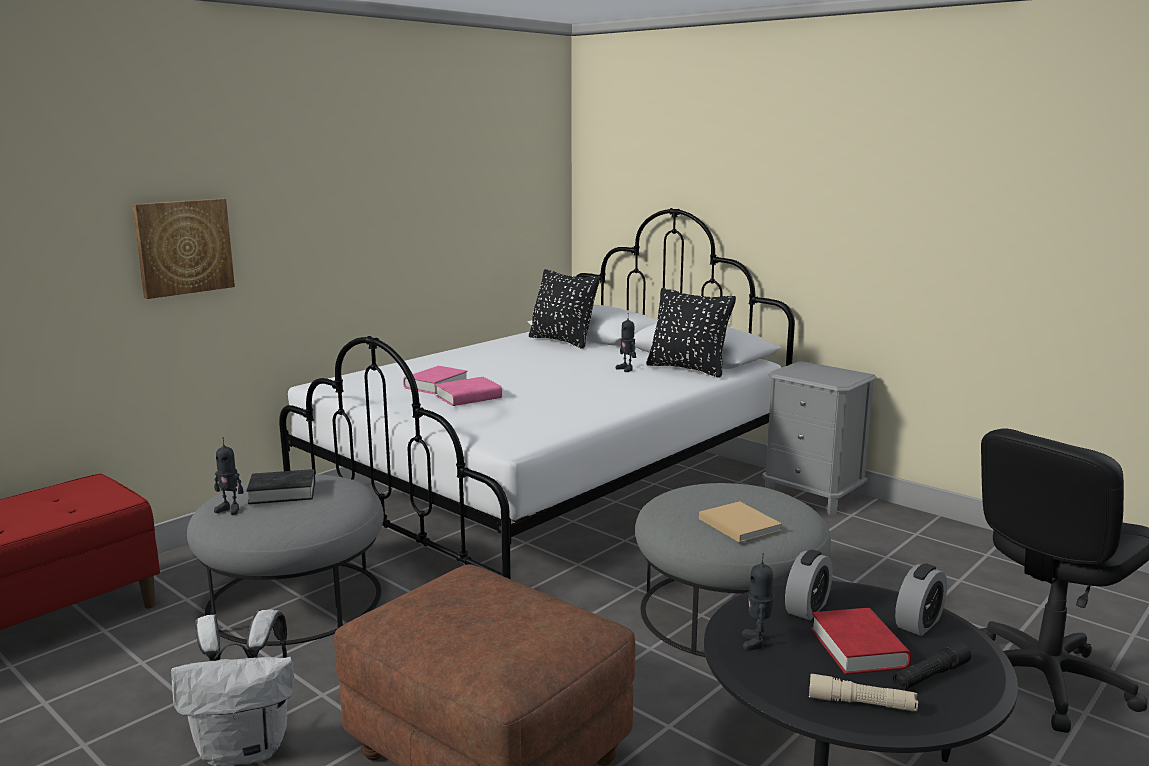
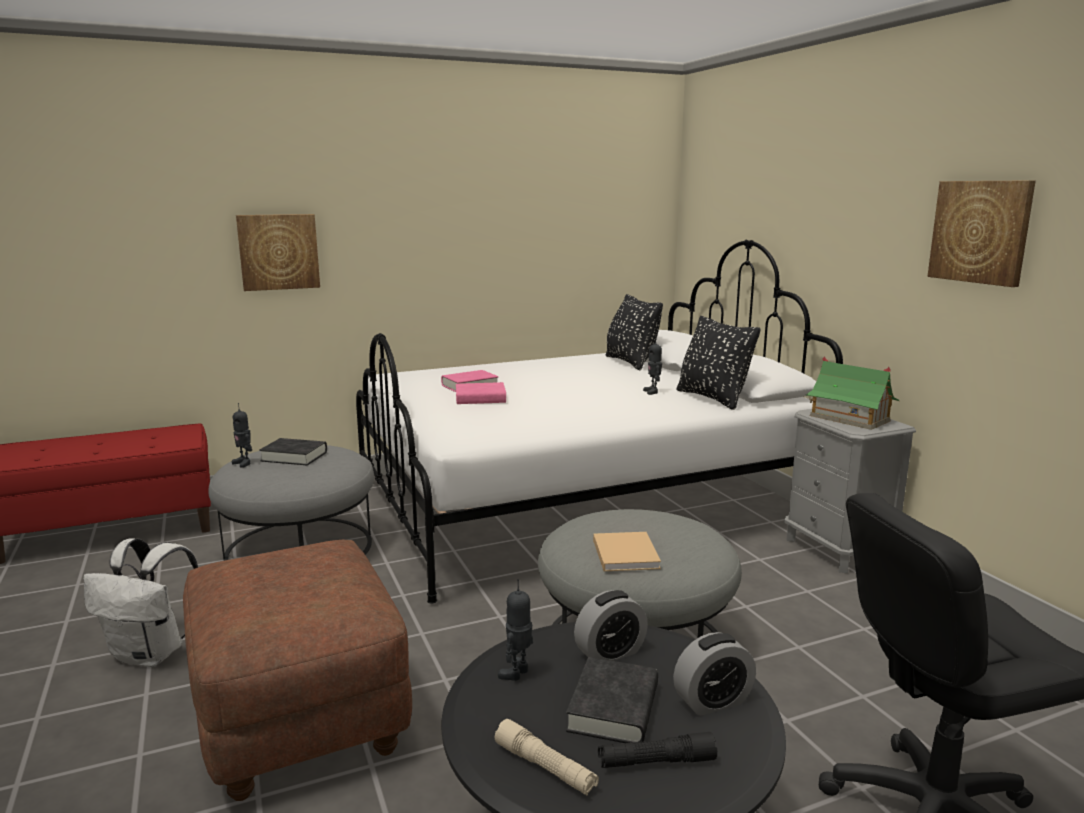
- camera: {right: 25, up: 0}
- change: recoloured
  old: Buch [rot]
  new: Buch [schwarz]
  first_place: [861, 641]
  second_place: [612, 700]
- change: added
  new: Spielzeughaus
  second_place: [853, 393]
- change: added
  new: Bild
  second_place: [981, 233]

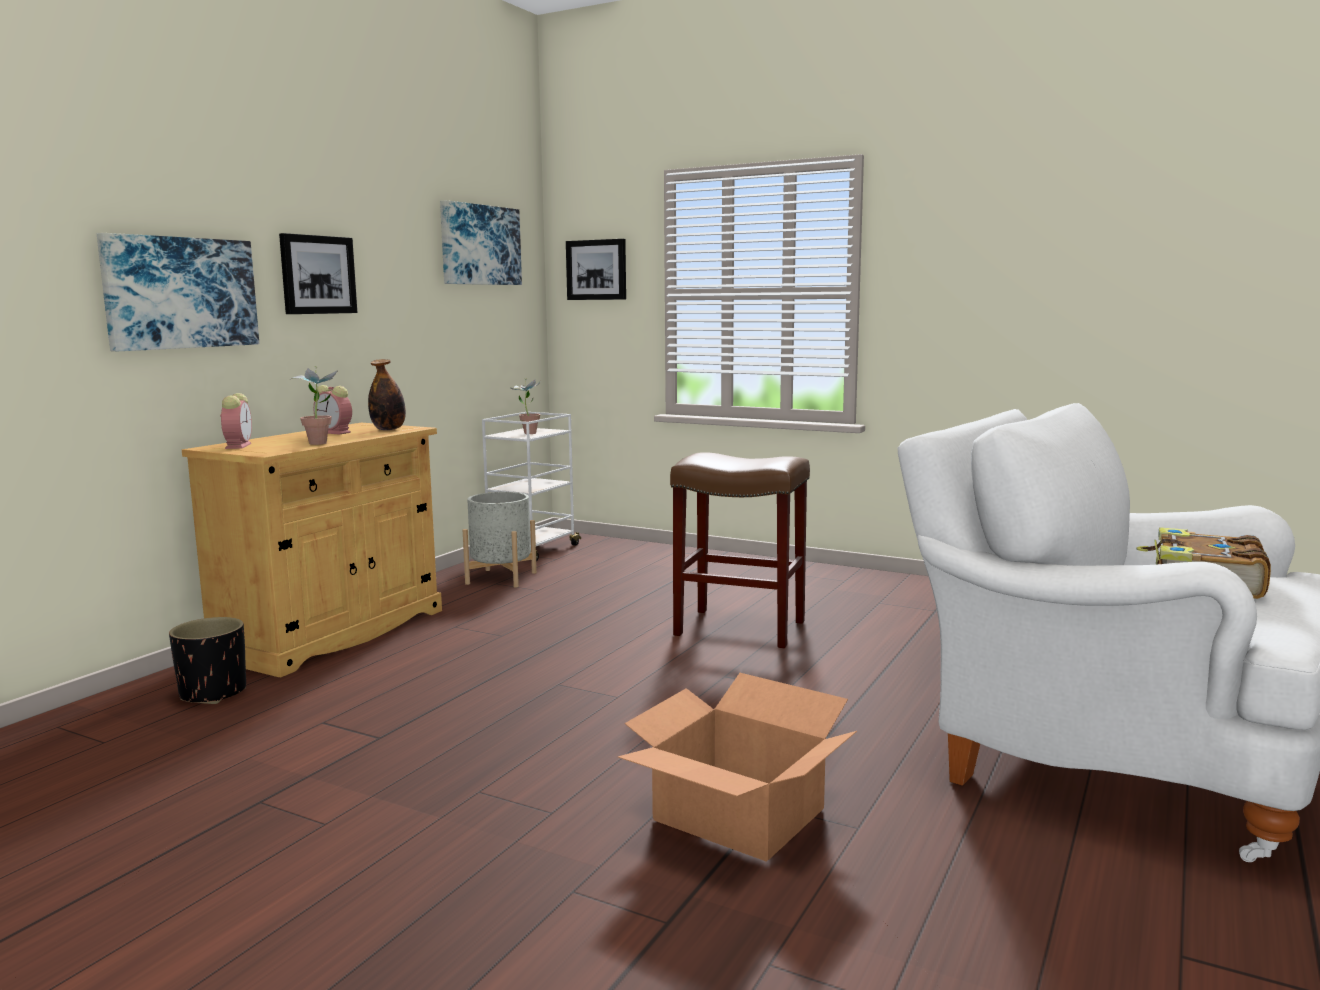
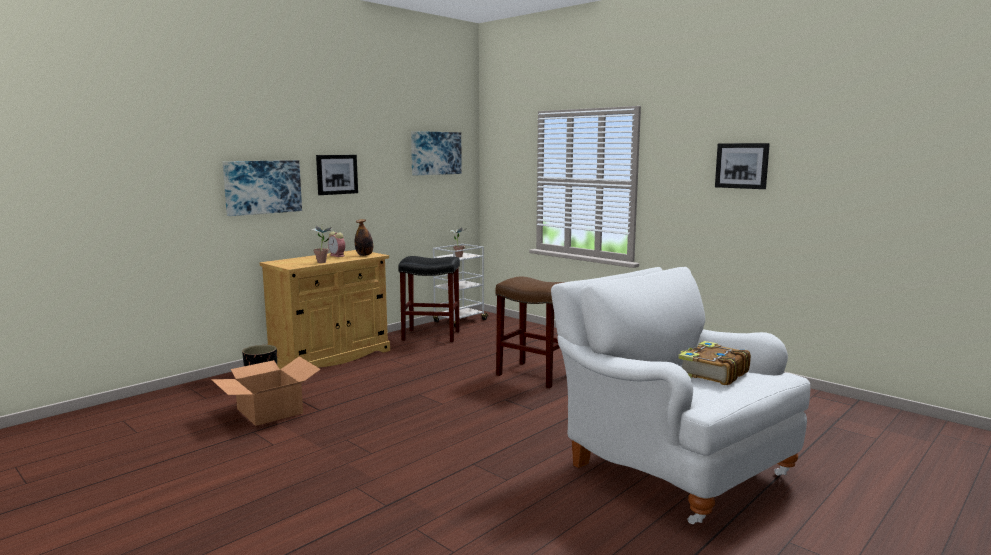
- camera: {right: 15, up: 0}
- change: removed
  old: Wecker
  first_place: [236, 421]
- change: replaced
  old: Pflanzkübel [grau]
  new: Hocker [schwarz]
  first_place: [500, 540]
  second_place: [429, 299]
- change: moved
  old: Bild
  first_place: [596, 269]
  second_place: [742, 166]
- change: moved
  old: Karton
  first_place: [737, 767]
  second_place: [266, 391]

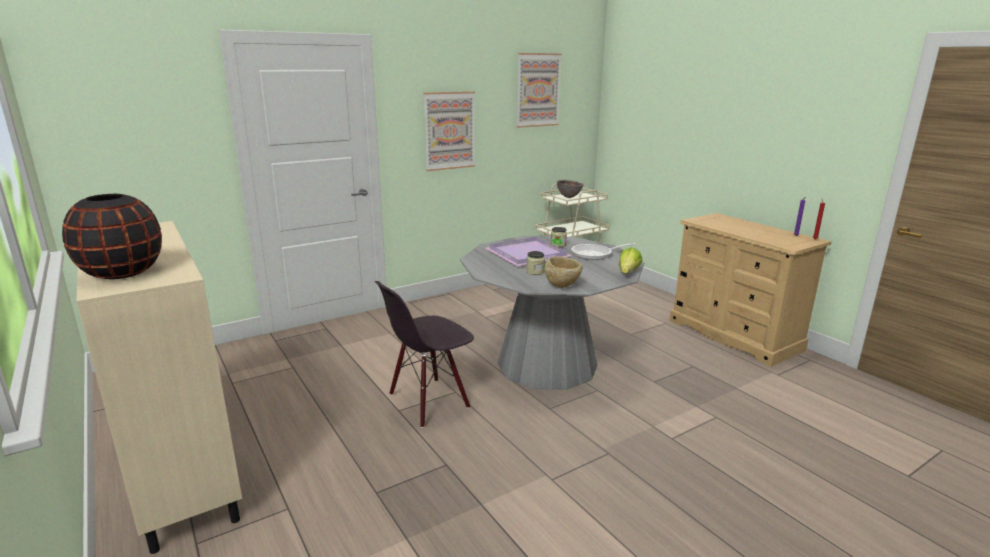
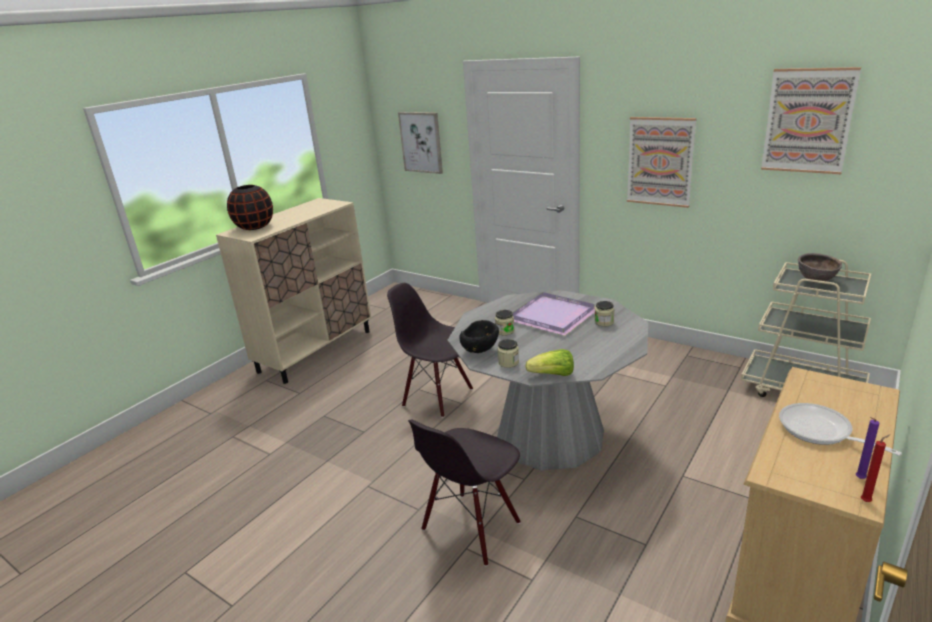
- camera: {right: 70, up: 5}
- change: recoloured
  old: Schüssel [beige]
  new: Schüssel [schwarz]
  first_place: [563, 272]
  second_place: [479, 336]
- change: moved
  old: Pfanne
  first_place: [603, 251]
  second_place: [840, 429]
- change: added
  new: Bild
  second_place: [420, 143]
- change: added
  new: Stuhl [schwarz]
  second_place: [464, 492]
- change: added
  new: Vorratsglas
  second_place: [508, 353]

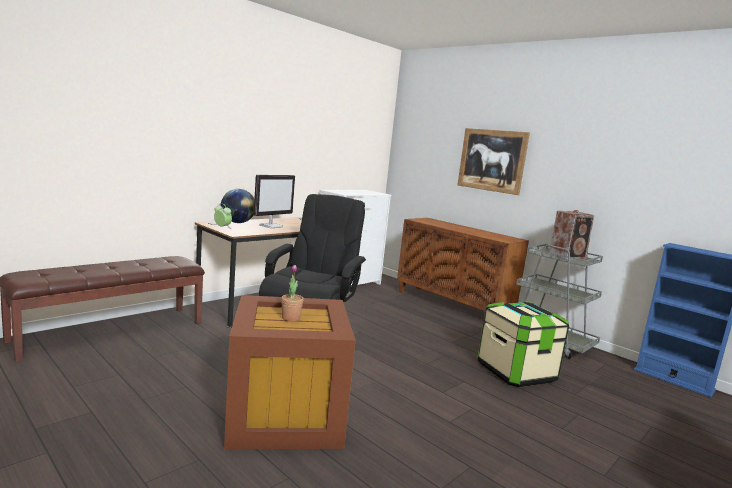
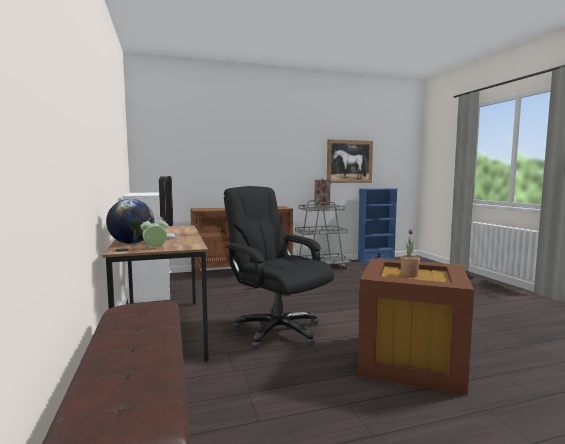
- camera: {right: -60, up: -5}
- change: moved
  old: Bild
  first_place: [493, 161]
  second_place: [350, 161]
- change: removed
  old: Aufbewahrungsbox
  first_place: [523, 344]

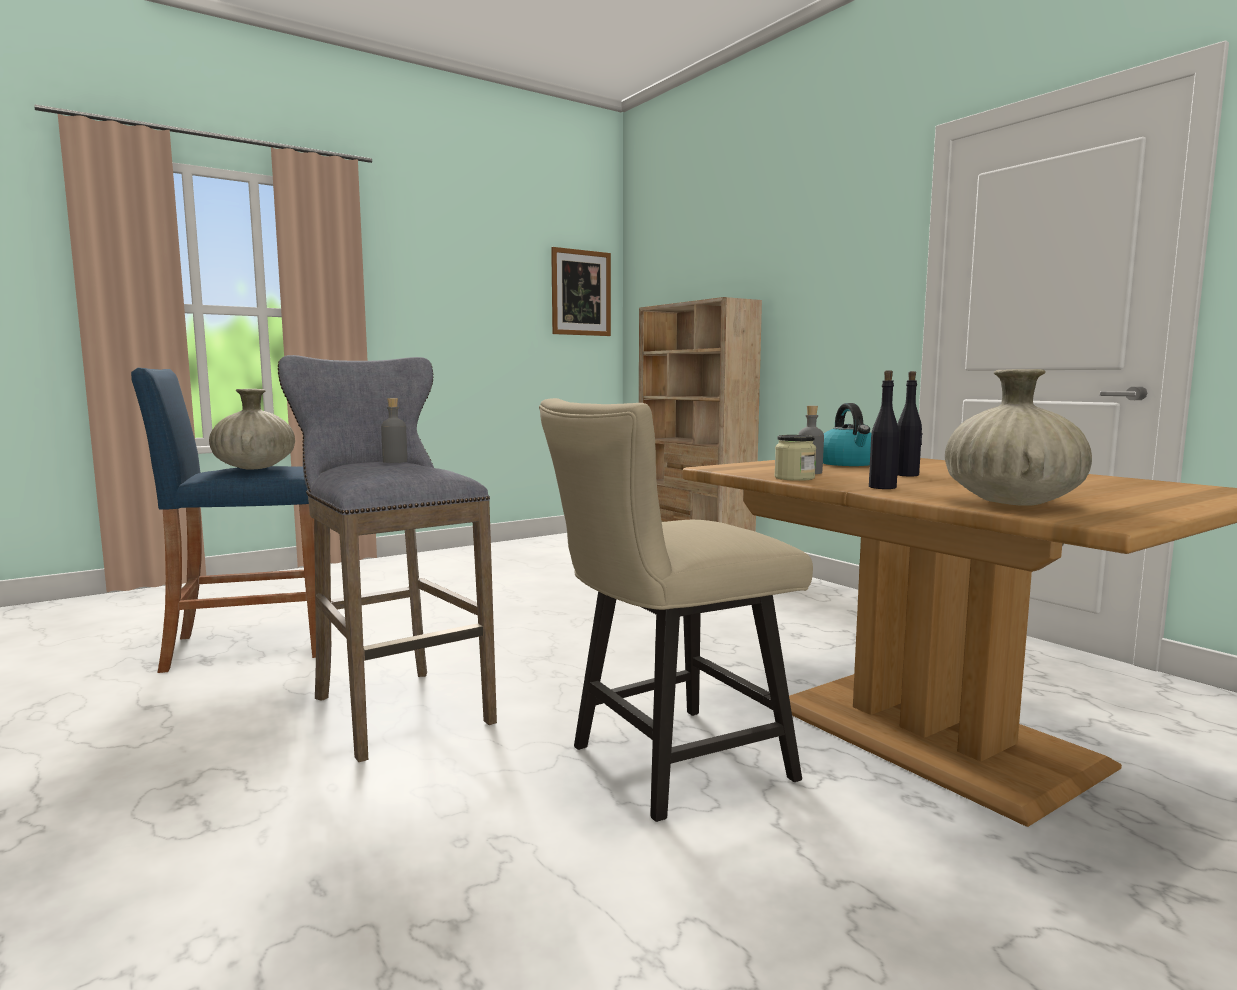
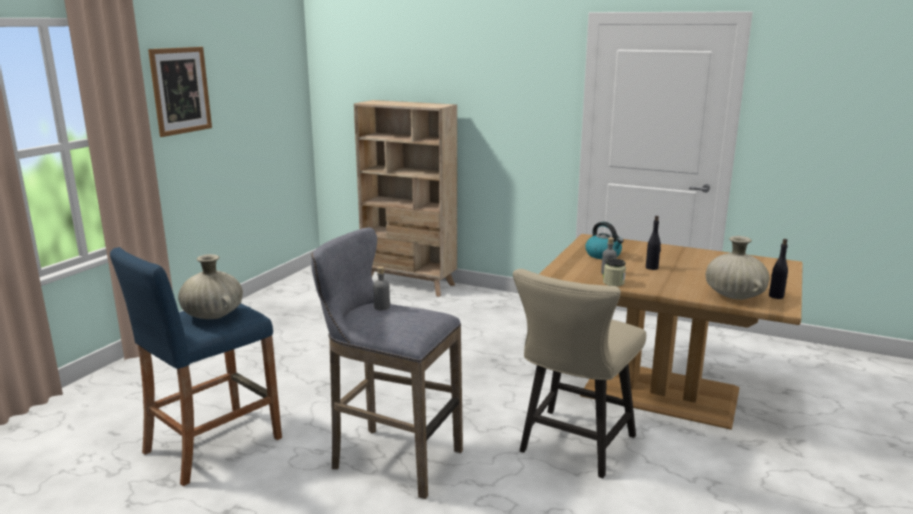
- camera: {right: -30, up: 10}
- change: moved
  old: Bild
  first_place: [581, 291]
  second_place: [180, 92]
- change: moved
  old: Flasche [schwarz]
  first_place: [884, 429]
  second_place: [778, 269]

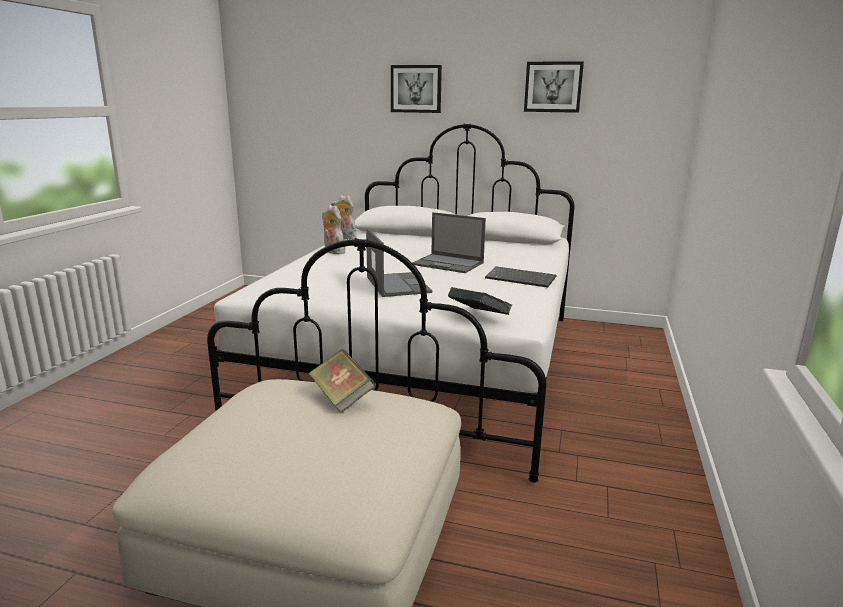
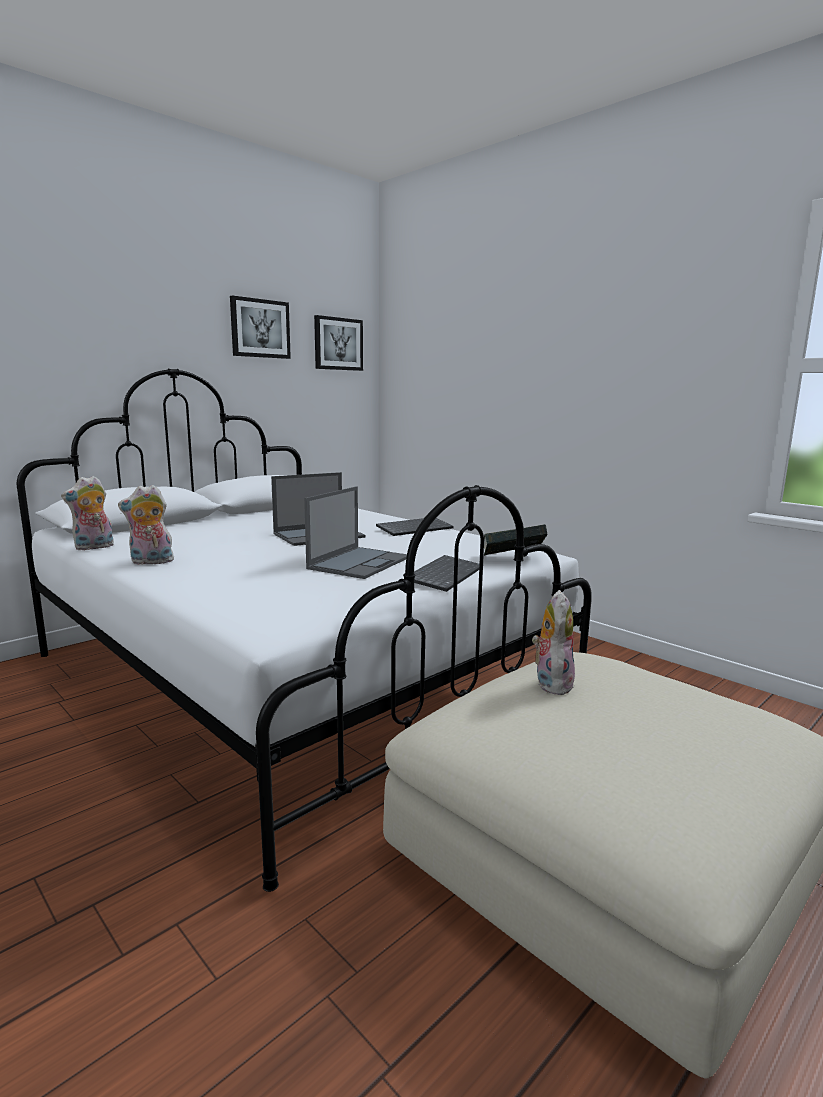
- camera: {right: -60, up: -5}
- change: replaced
  old: Buch
  new: Plüschtier
  first_place: [342, 381]
  second_place: [553, 642]
- change: turned
  old: Laptop
  first_place: [399, 262]
  second_place: [355, 532]
  degrees: 105
- change: moved
  old: Bild
  first_place: [416, 89]
  second_place: [338, 343]
- change: added
  new: Tastatur
  second_place: [446, 573]

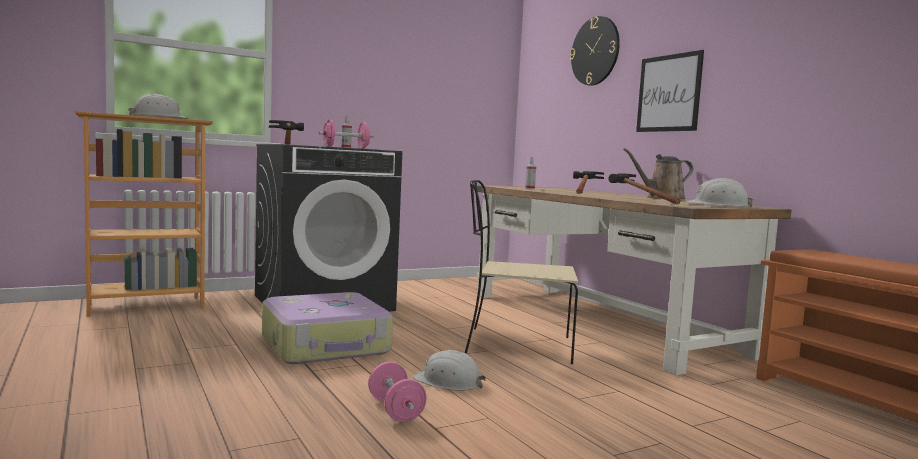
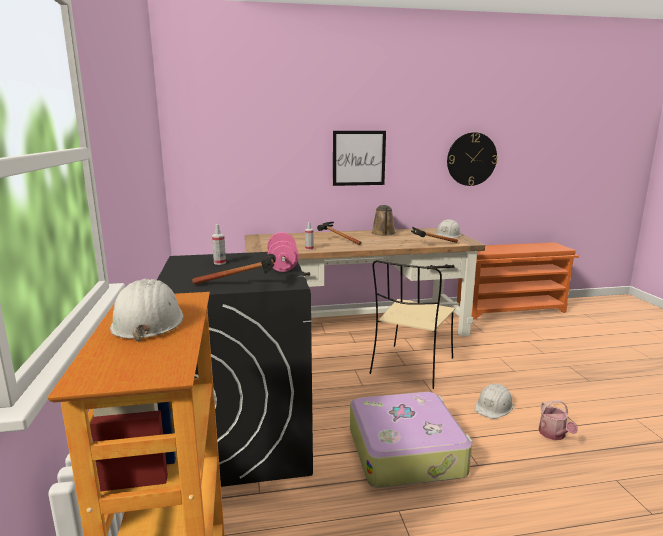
- camera: {right: -70, up: 10}
- change: replaced
  old: Hantel [rosa]
  new: Gießkanne
  first_place: [397, 392]
  second_place: [558, 420]
- change: moved
  old: Wanduhr
  first_place: [595, 51]
  second_place: [472, 159]

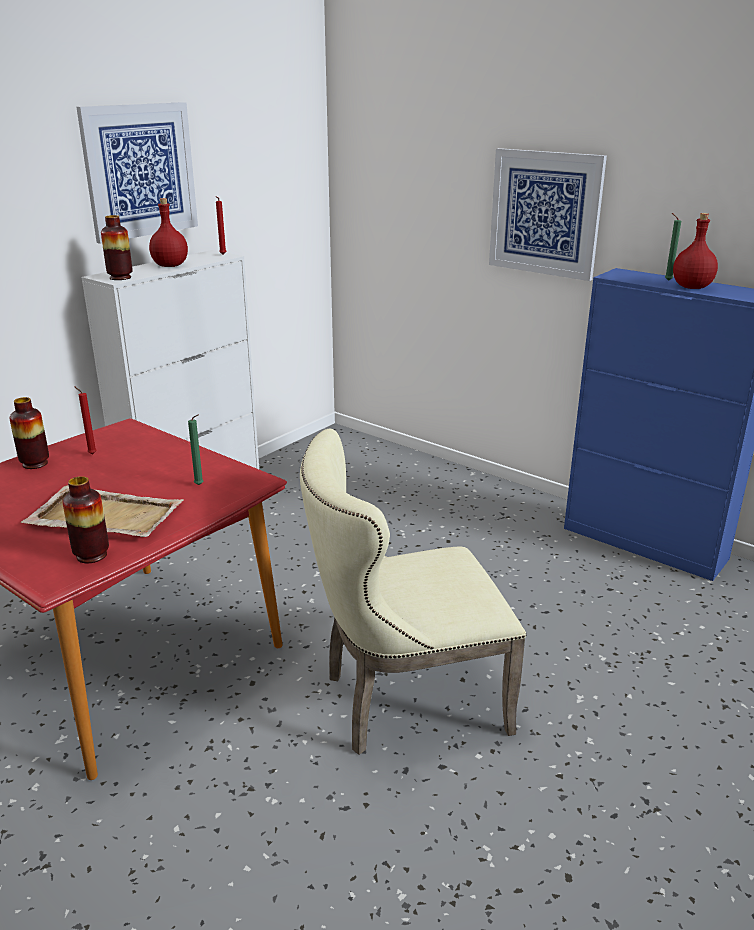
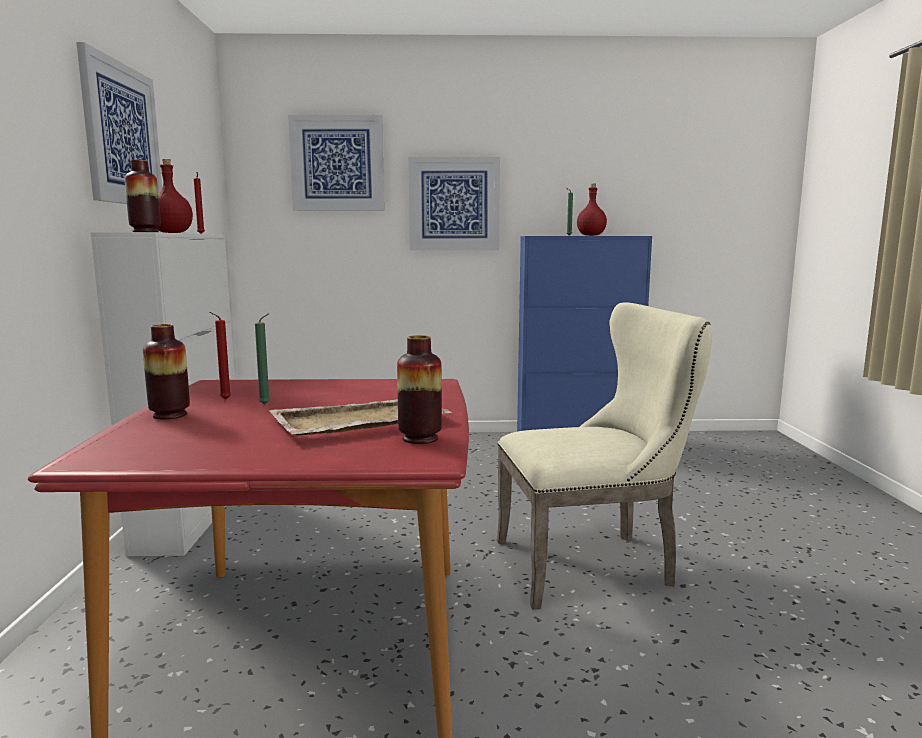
- camera: {right: -40, up: -15}
- change: moved
  old: Kerze [grün]
  first_place: [195, 449]
  second_place: [262, 359]
- change: turned
  old: Stuhl [beige]
  first_place: [413, 592]
  second_place: [604, 456]
  degrees: -135
- change: added
  new: Bild
  second_place: [336, 163]

